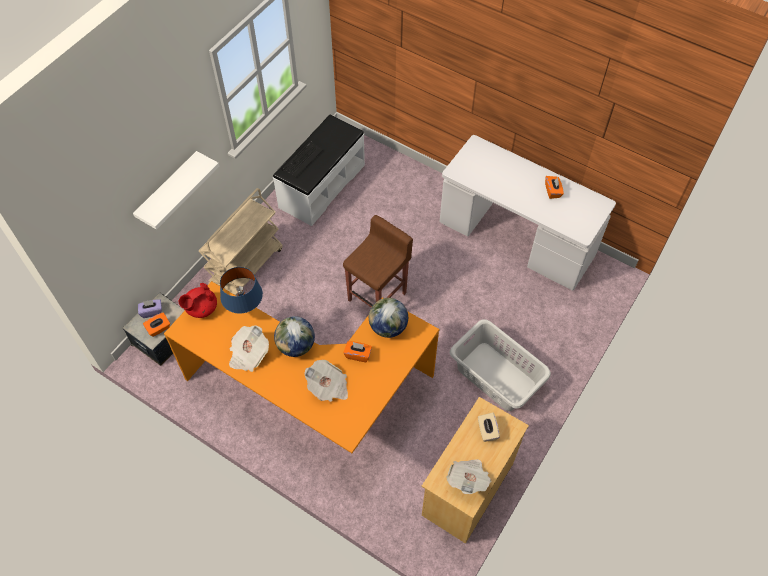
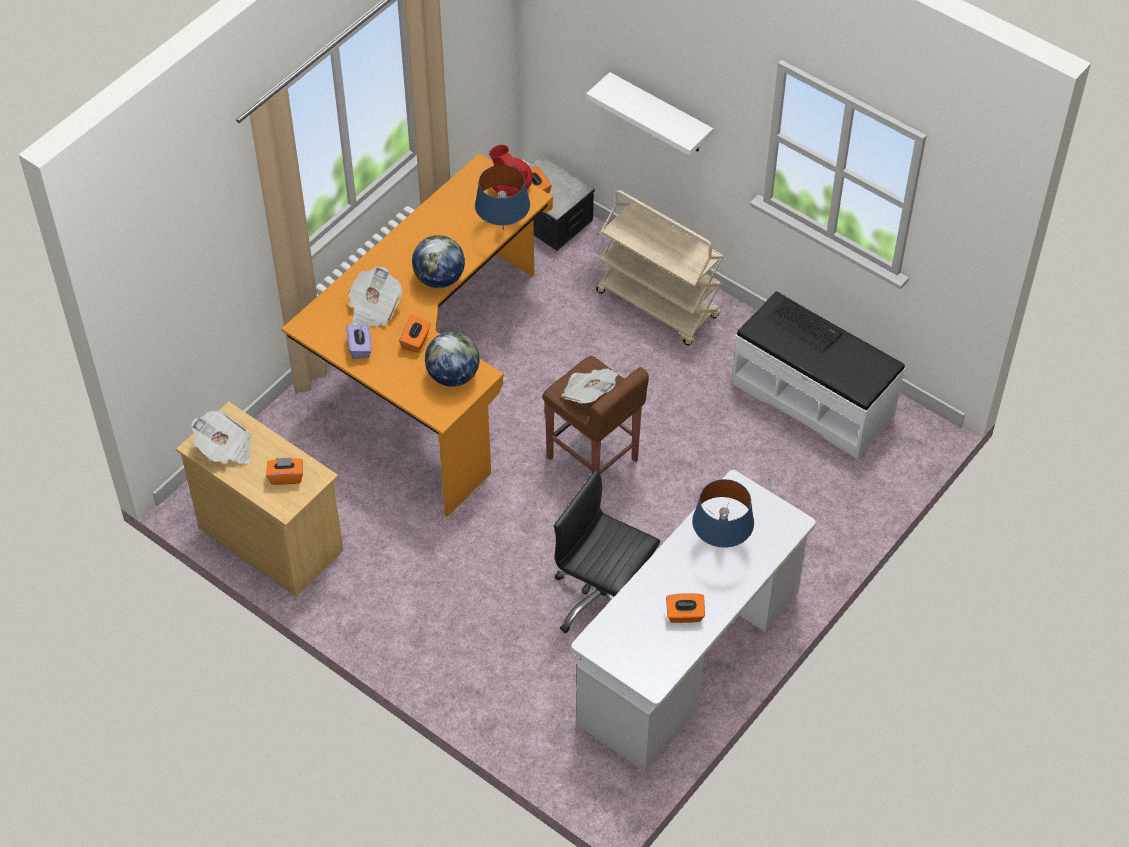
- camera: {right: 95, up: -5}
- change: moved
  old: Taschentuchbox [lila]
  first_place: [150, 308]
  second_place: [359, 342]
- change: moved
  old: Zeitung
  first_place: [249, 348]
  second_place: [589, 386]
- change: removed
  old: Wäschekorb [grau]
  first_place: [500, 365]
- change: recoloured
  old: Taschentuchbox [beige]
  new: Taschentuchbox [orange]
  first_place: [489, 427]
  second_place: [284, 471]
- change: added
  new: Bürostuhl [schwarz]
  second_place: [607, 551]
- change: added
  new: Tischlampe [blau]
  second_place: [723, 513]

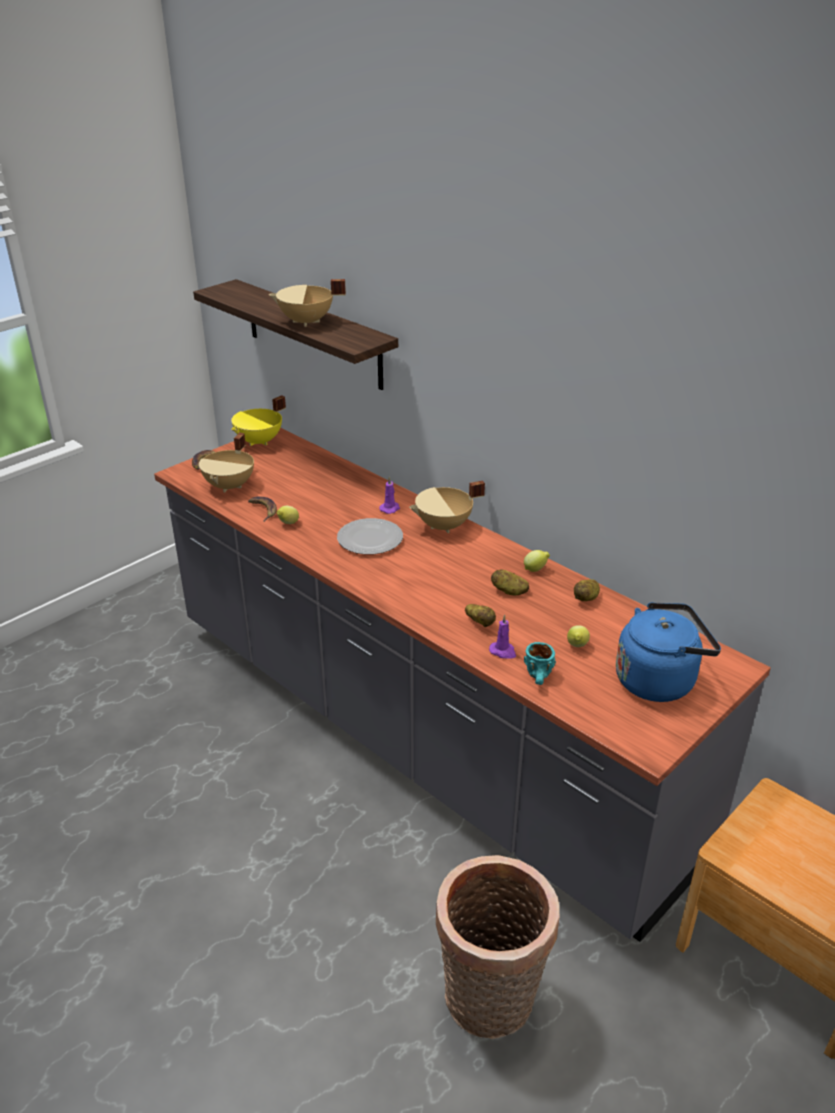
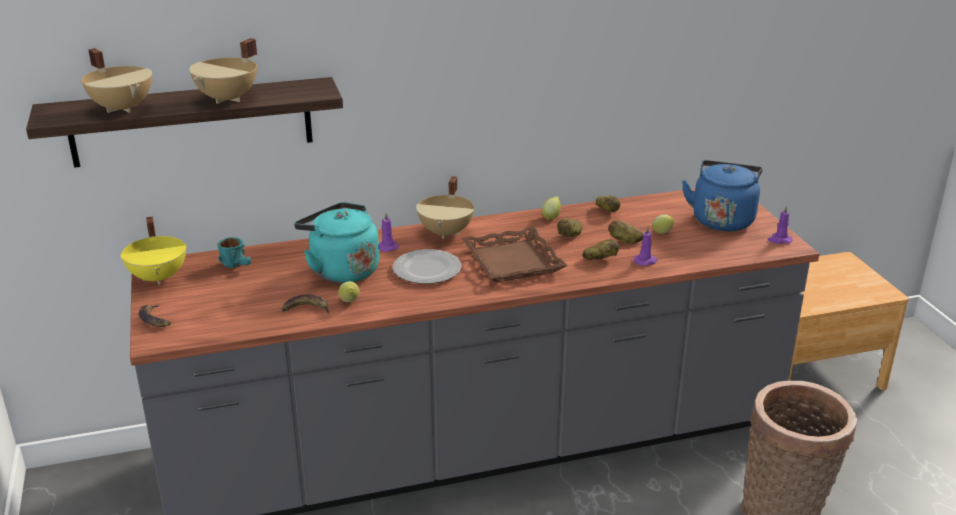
- camera: {right: -60, up: -5}
- change: moved
  old: Kochtopf [beige]
  first_place: [226, 462]
  second_place: [116, 80]
- change: moved
  old: Henkelbecher [türkis]
  first_place: [540, 663]
  second_place: [234, 252]
- change: added
  new: Wasserkessel [türkis]
  second_place: [336, 242]
- change: added
  new: Tablett [braun]
  second_place: [515, 254]
- change: added
  new: Kartoffel
  second_place: [625, 232]
- change: added
  new: Kerze [lila]
  second_place: [780, 224]

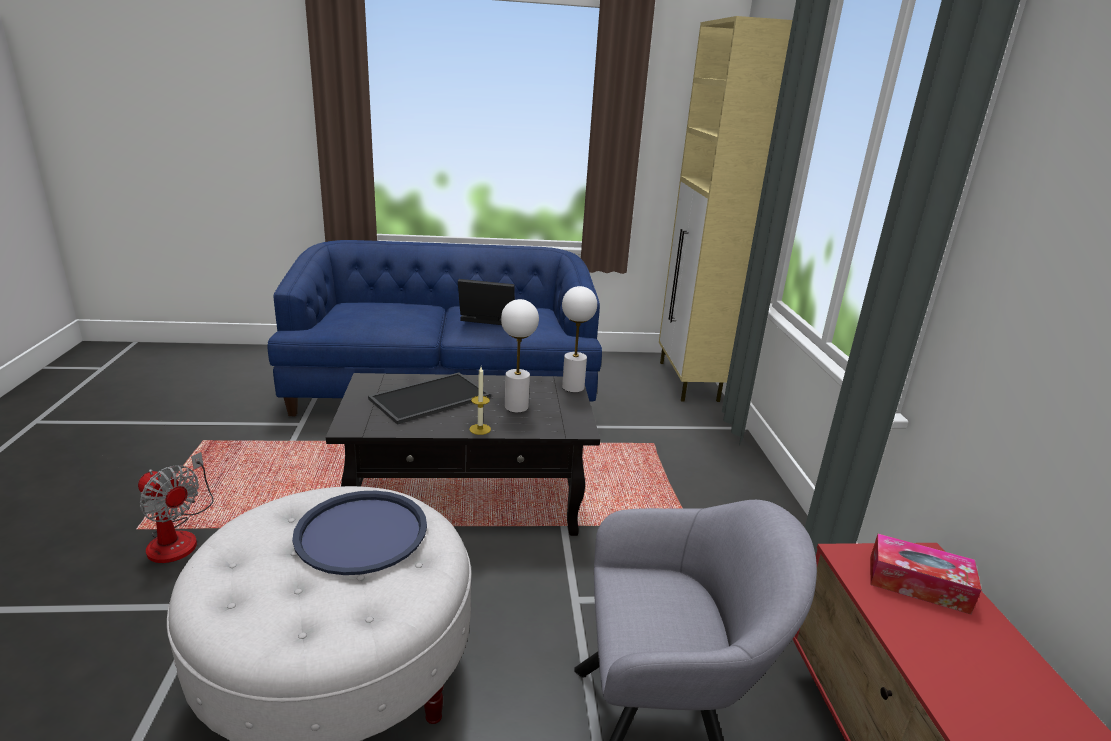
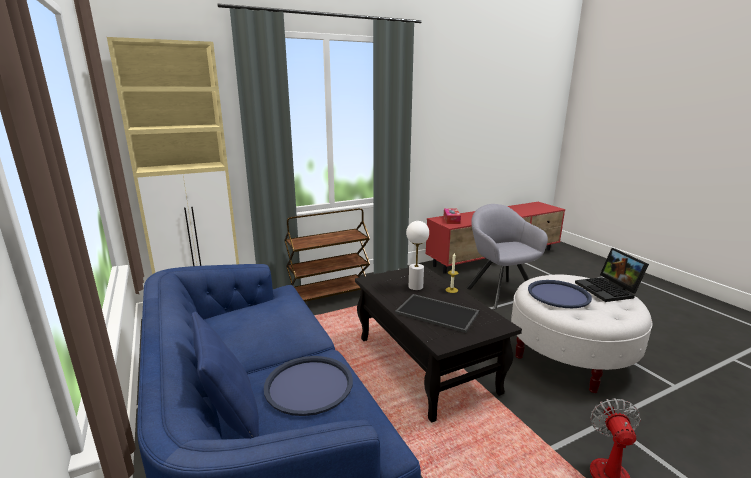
- camera: {right: -110, up: -5}
- change: moved
  old: Laptop
  first_place: [486, 302]
  second_place: [612, 275]
- change: removed
  old: Tischlampe [weiß]
  first_place: [579, 339]
- change: added
  new: Kissen [blau]
  second_place: [225, 375]
- change: added
  new: Tablett [blau]
  second_place: [308, 386]
- change: added
  new: Rollwagen [braun]
  second_place: [327, 255]

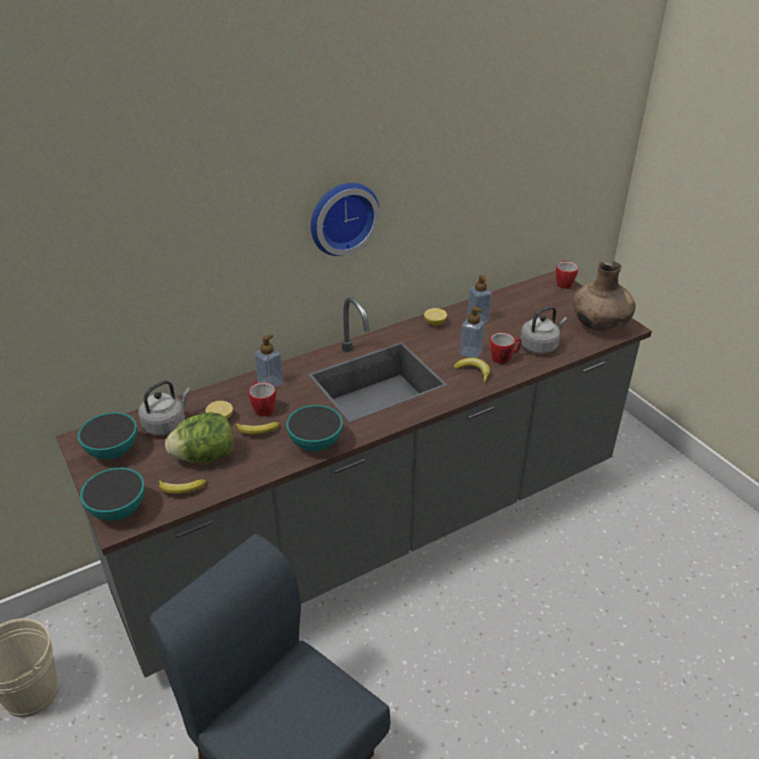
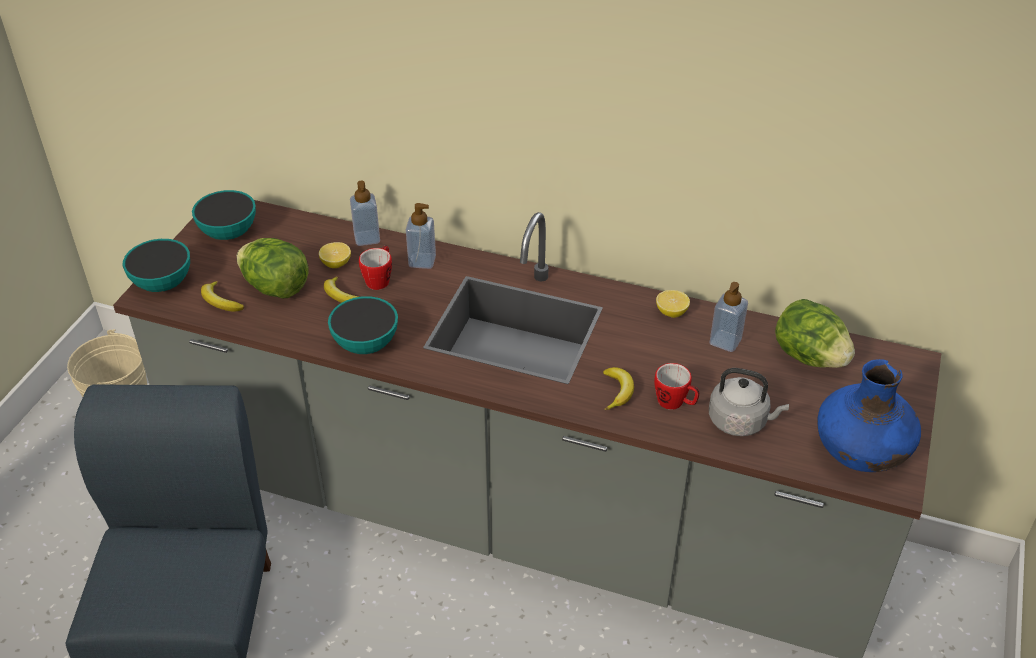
- camera: {right: 50, up: 5}
- change: removed
  old: Wasserkessel [grau]
  first_place: [164, 407]
- change: removed
  old: Wanduhr
  first_place: [345, 219]
- change: moved
  old: Seifenspender
  first_place: [472, 332]
  second_place: [365, 213]
- change: removed
  old: Henkelbecher
  first_place: [567, 274]
- change: recoloured
  old: Vase [braun]
  new: Vase [blau]
  first_place: [604, 296]
  second_place: [869, 415]
- change: added
  new: Salatkopf
  second_place: [815, 333]

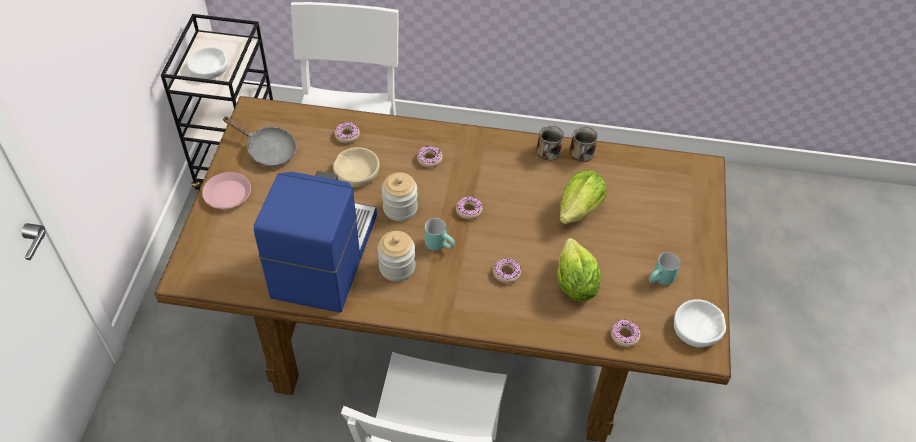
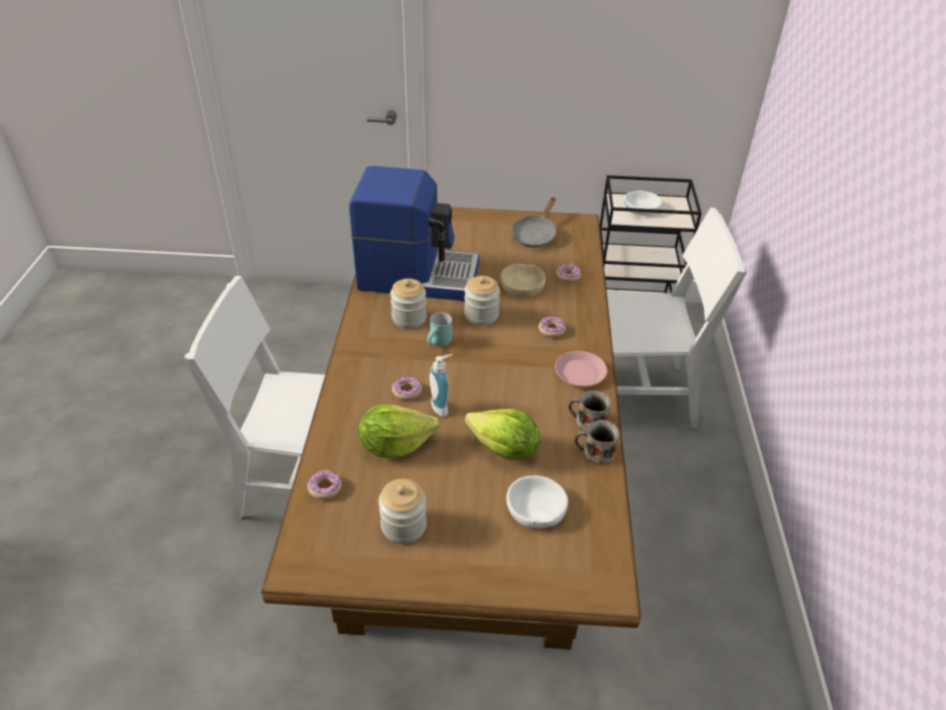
- camera: {right: 85, up: -10}
- change: moved
  old: Teller [rosa]
  first_place: [226, 190]
  second_place: [581, 369]
- change: removed
  old: Donut
  first_place: [469, 208]
- change: replaced
  old: Henkelbecher [türkis]
  new: Vorratsglas
  first_place: [664, 268]
  second_place: [403, 511]
- change: moved
  old: Schüssel [weiß]
  first_place: [700, 323]
  second_place: [537, 502]
- change: added
  new: Seifenspender
  second_place: [441, 385]

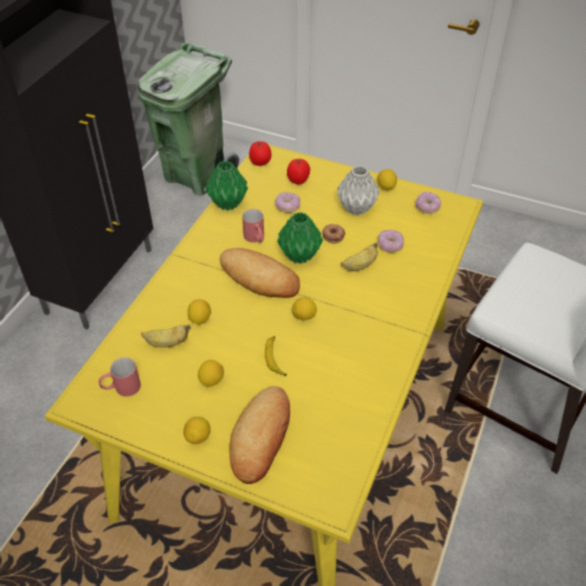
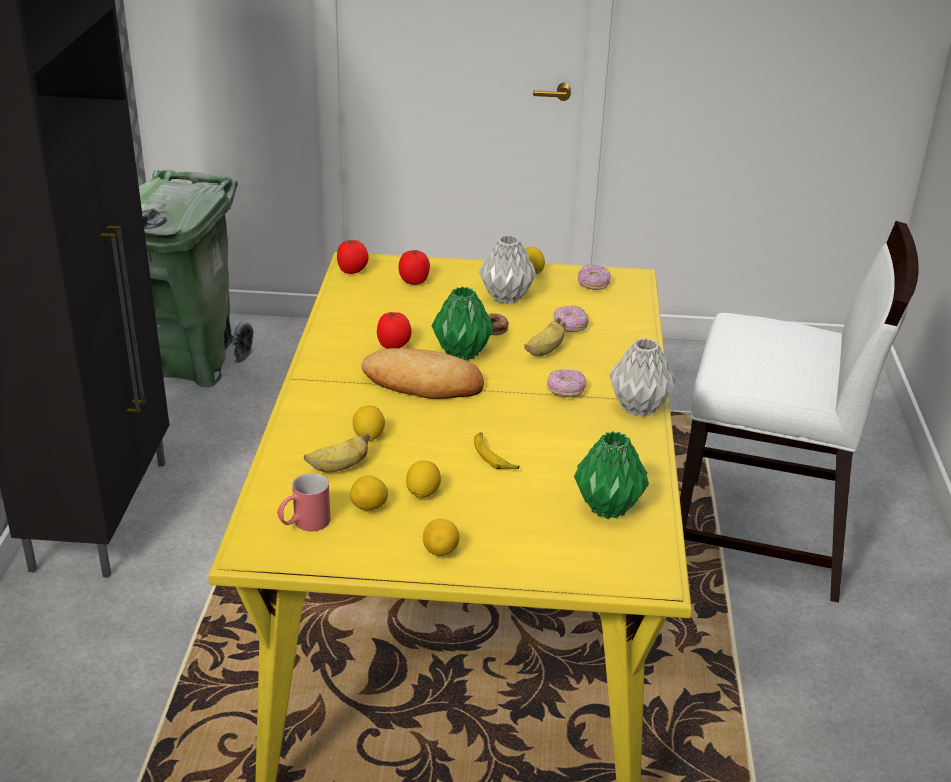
- camera: {right: -20, up: -15}
- change: moved
  old: Vase [grün]
  first_place: [226, 186]
  second_place: [611, 475]
- change: removed
  old: Brot
  first_place: [259, 435]
- change: replaced
  old: Henkelbecher [rot]
  new: Tomate
  first_place: [253, 226]
  second_place: [394, 330]
- change: moved
  old: Donut
  first_place: [287, 202]
  second_place: [566, 383]
- change: moved
  old: Zitrone
  first_place: [304, 308]
  second_place: [369, 493]
- change: added
  new: Vase [grau]
  second_place: [642, 377]

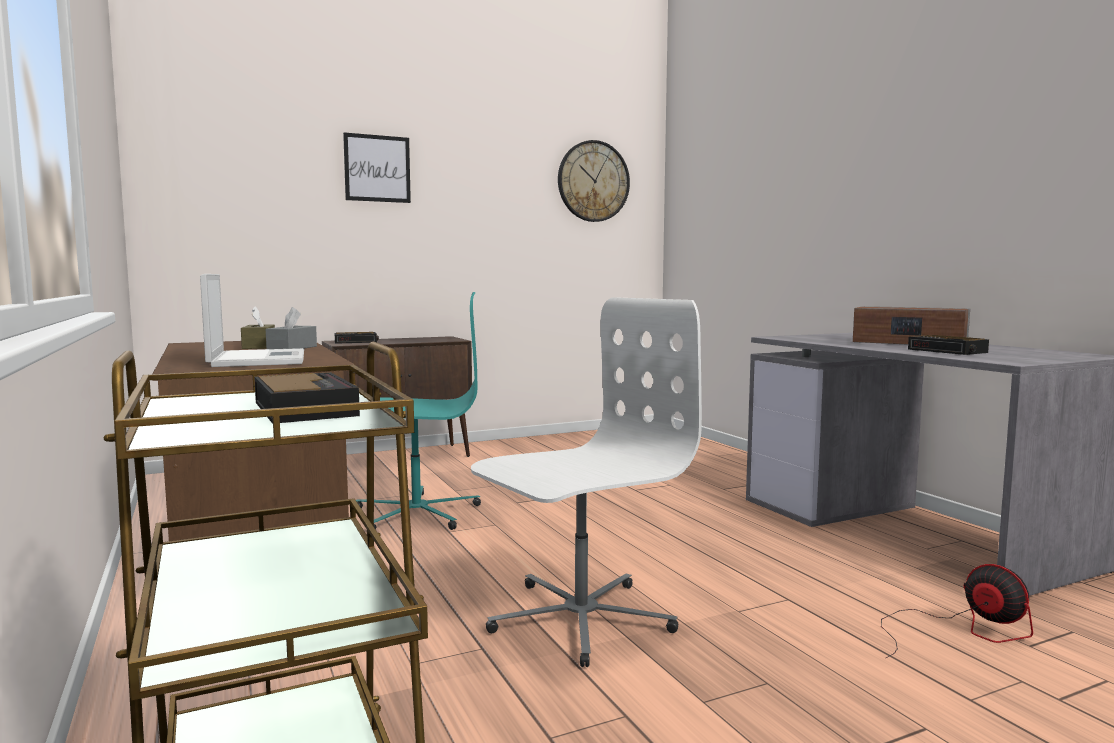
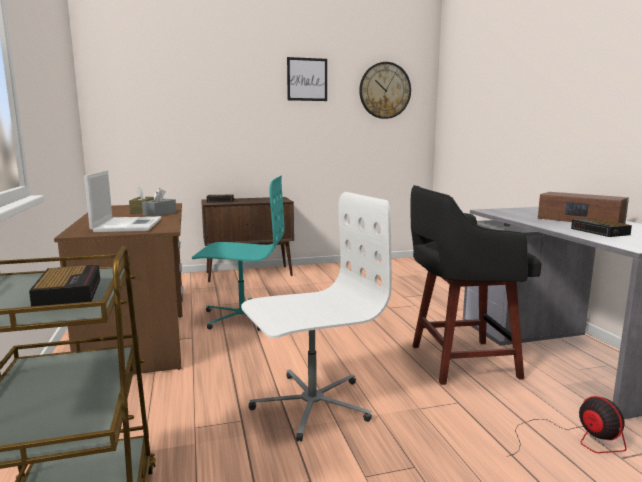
- camera: {right: 10, up: 5}
- change: moved
  old: Bild
  first_place: [377, 167]
  second_place: [307, 79]
- change: added
  new: Hocker [schwarz]
  second_place: [476, 285]

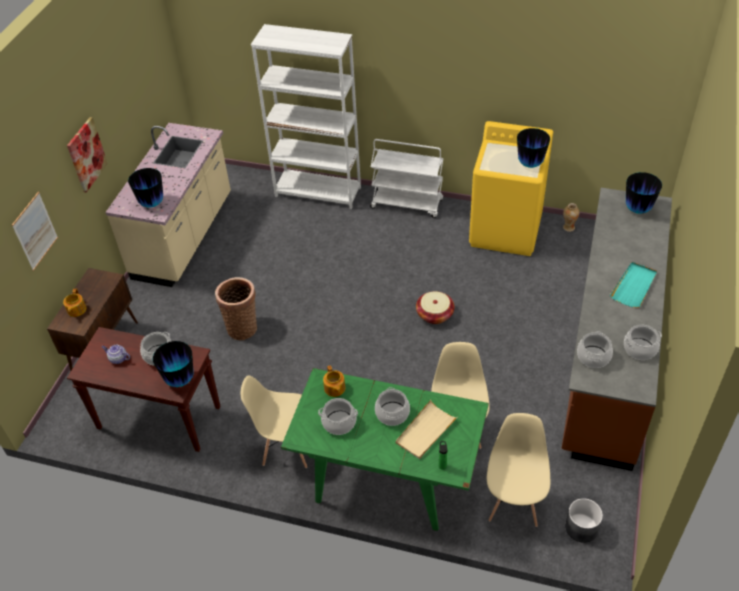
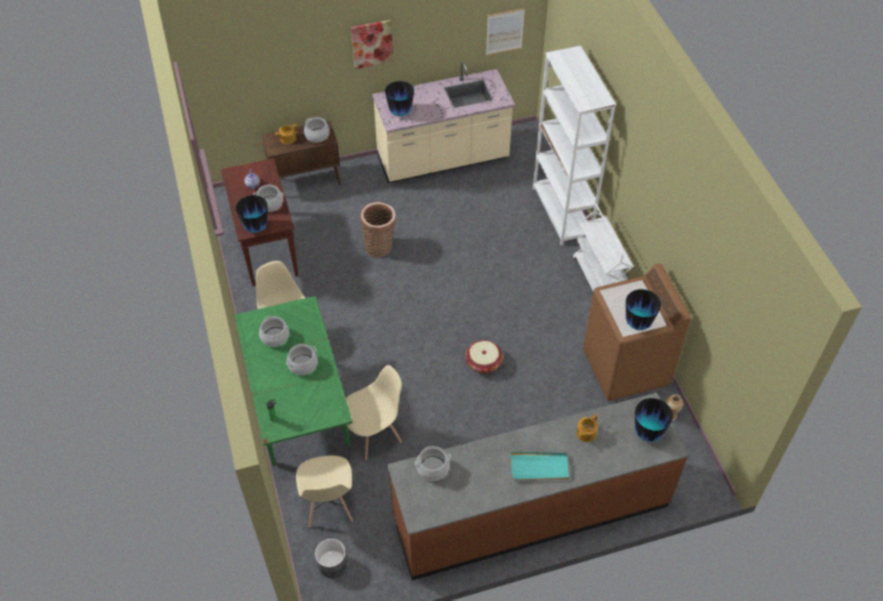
- camera: {right: 55, up: 5}
- change: moved
  old: Bild
  first_place: [35, 231]
  second_place: [505, 31]
- change: moved
  old: Teekanne
  first_place: [334, 381]
  second_place: [587, 428]
- change: removed
  old: Tablett [beige]
  first_place: [426, 429]
- change: recoloured
  old: Waschmaschine [gelb]
  new: Waschmaschine [braun]
  first_place: [511, 188]
  second_place: [637, 332]
- change: turned
  old: Stuhl [beige]
  first_place: [519, 470]
  second_place: [324, 492]
  degrees: 105
- change: moved
  old: Kochtopf
  first_place: [643, 342]
  second_place: [316, 130]

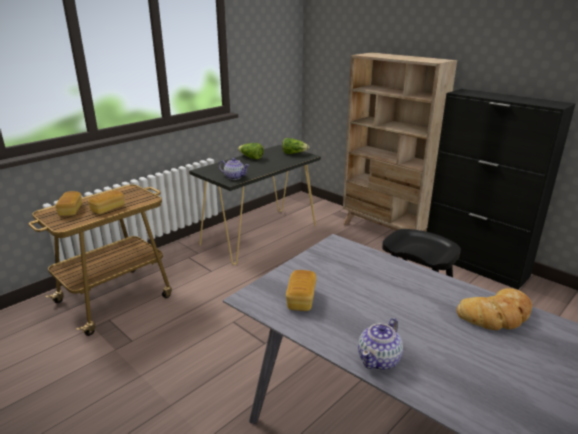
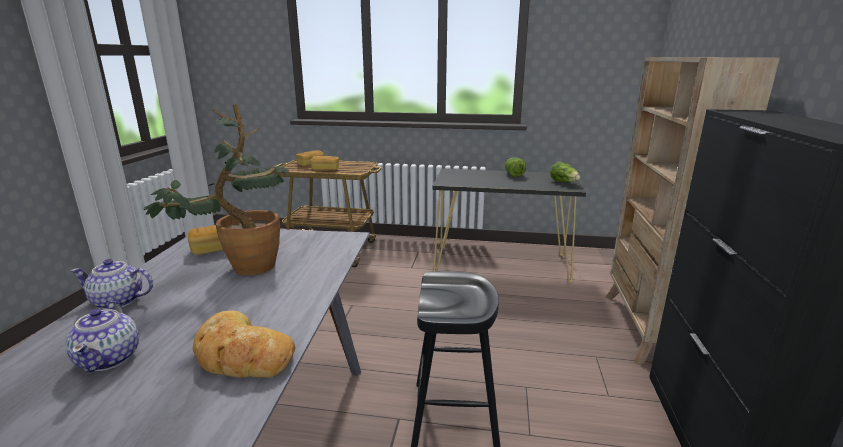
- camera: {right: 55, up: -5}
- change: moved
  old: Teekanne
  first_place: [234, 169]
  second_place: [102, 336]
- change: added
  new: Topfpflanze
  second_place: [217, 189]

